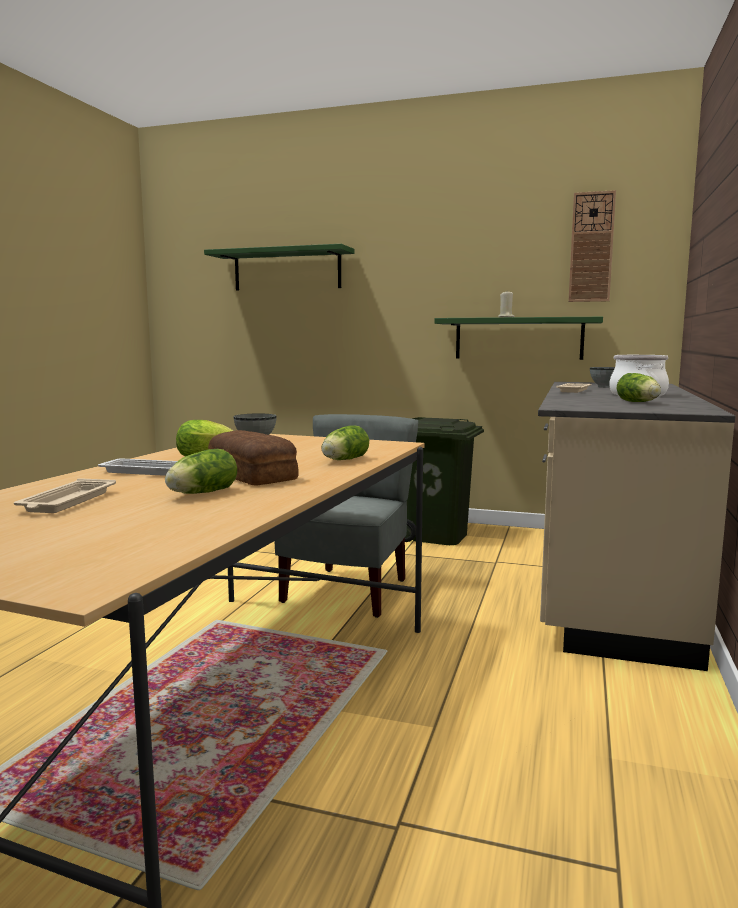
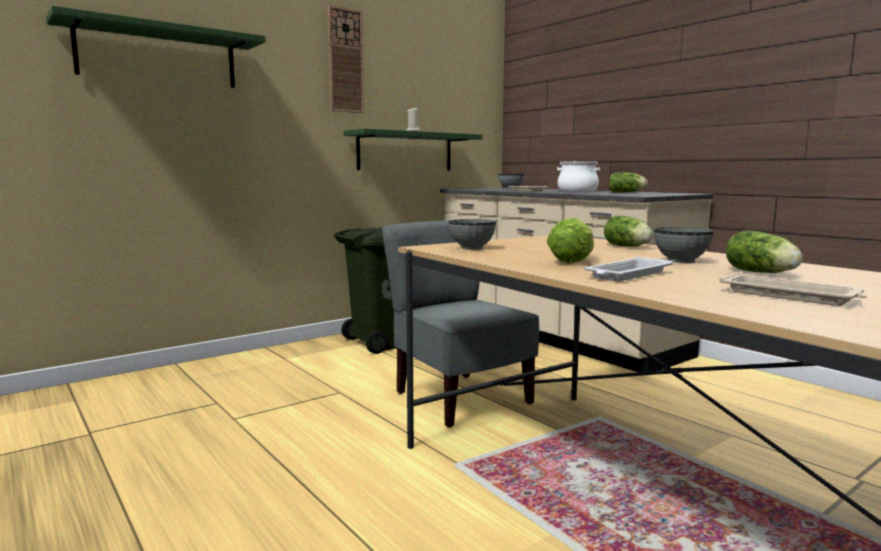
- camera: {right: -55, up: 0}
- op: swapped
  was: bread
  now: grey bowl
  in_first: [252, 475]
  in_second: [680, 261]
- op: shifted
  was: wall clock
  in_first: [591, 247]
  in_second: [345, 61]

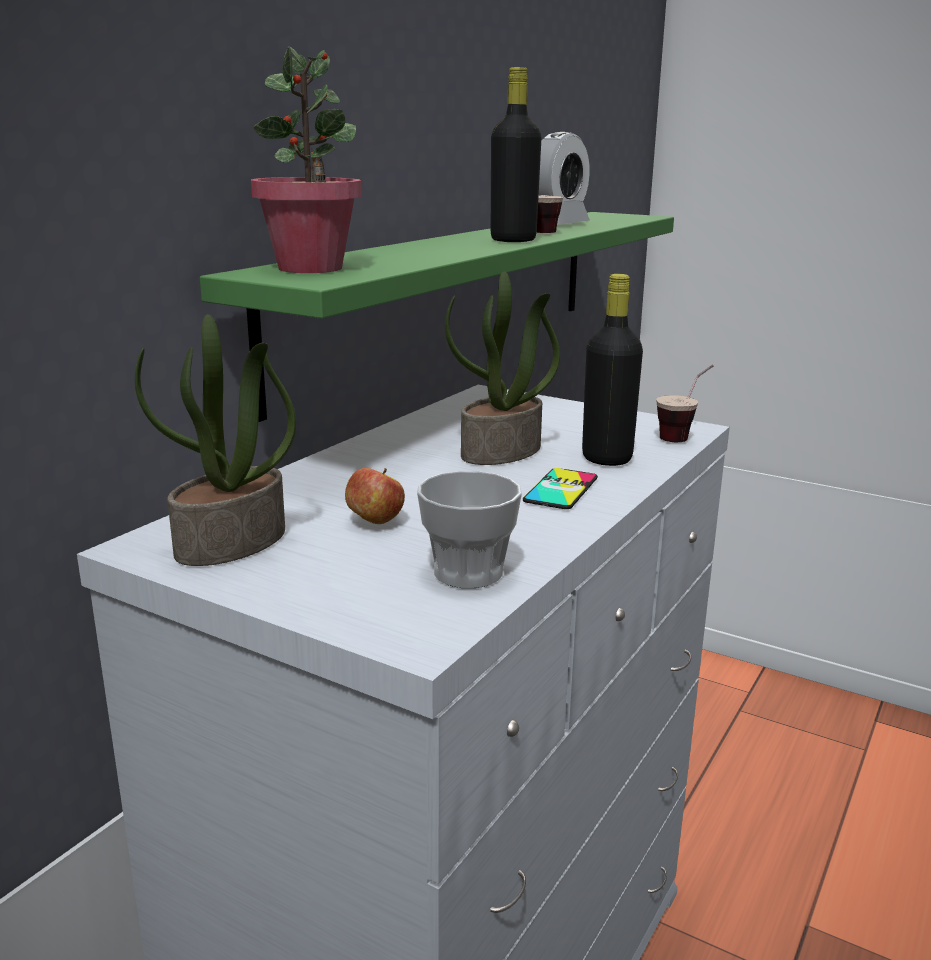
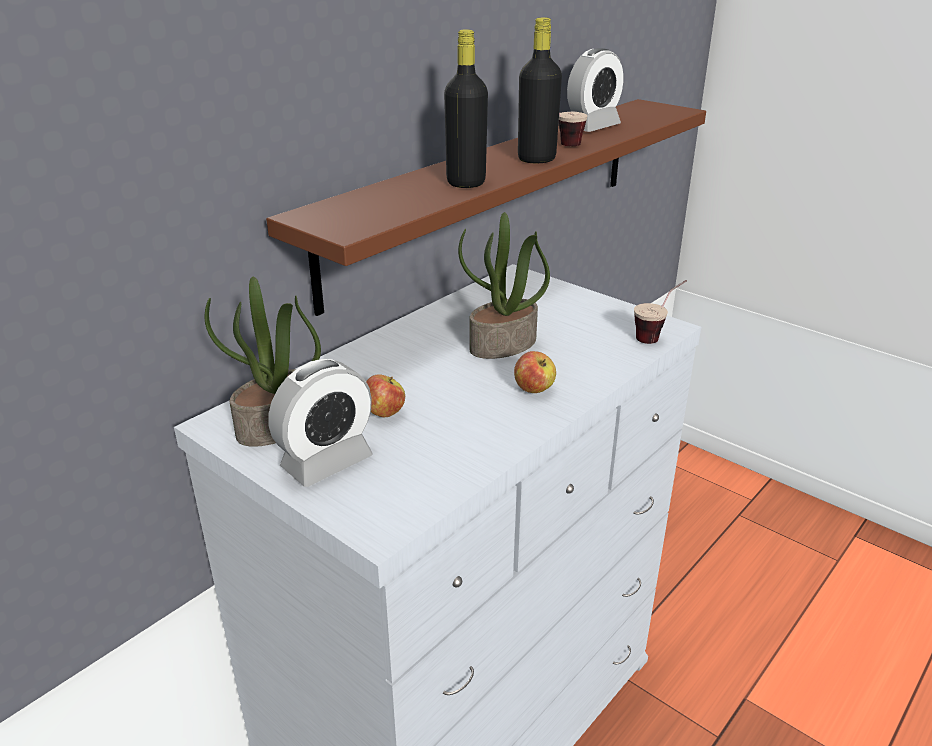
- camera: {right: 10, up: 10}
- op: repainted
  was: green shelf
  now: brown shelf
  in_first: [451, 294]
  in_second: [492, 193]
- op: gone
  was: potted plant
  in_first: [311, 268]
- op: gone
  was: cup
  in_first: [468, 572]
- op: swapped
  was: phone
  now: apple
  in_first: [561, 489]
  in_second: [534, 389]
- op: shifted
  was: black bottle
  in_first: [606, 458]
  in_second: [466, 182]
- op: new
  now: alarm clock
  in_second: [327, 462]

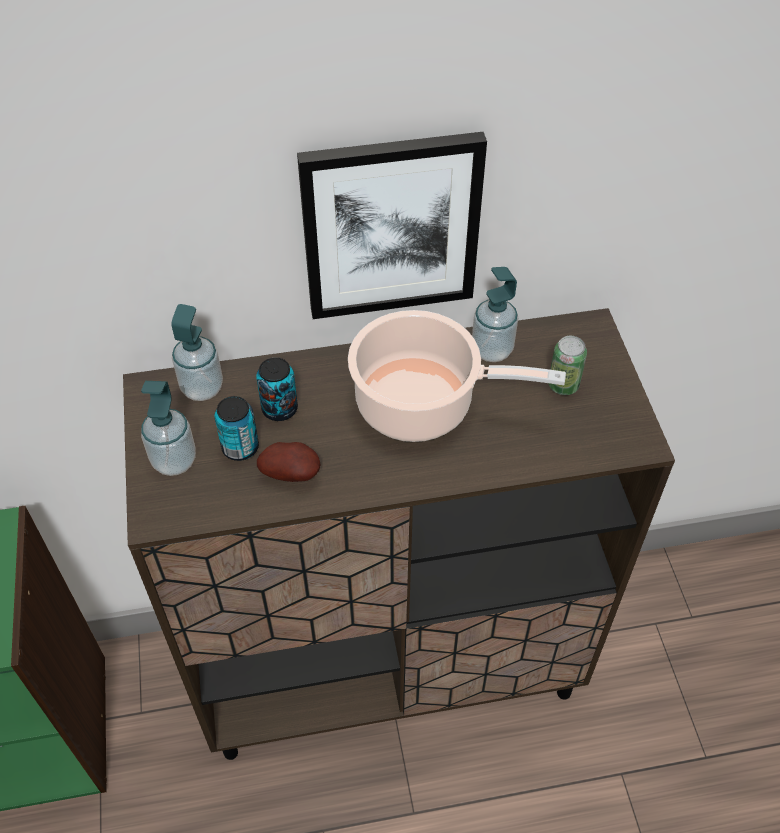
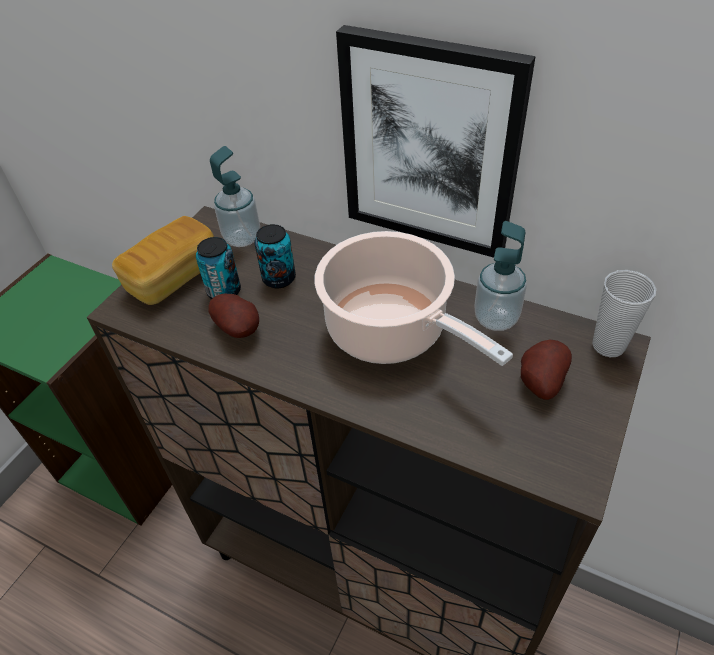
- camera: {right: 40, up: -5}
- op: swapped
  was: soap dispenser
  now: bread
  in_first: [174, 461]
  in_second: [173, 277]
- op: swapped
  was: can
  now: potato
  in_first: [563, 385]
  in_second: [539, 382]
- op: new
  now: cup
  in_second: [608, 345]

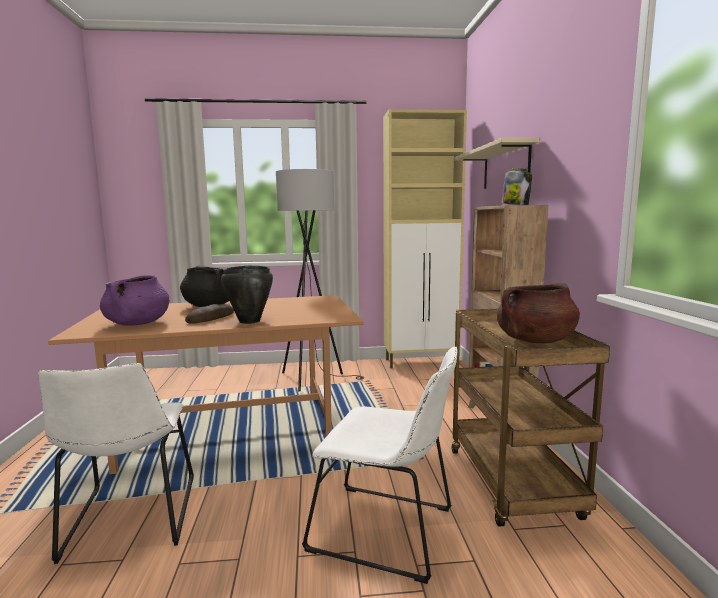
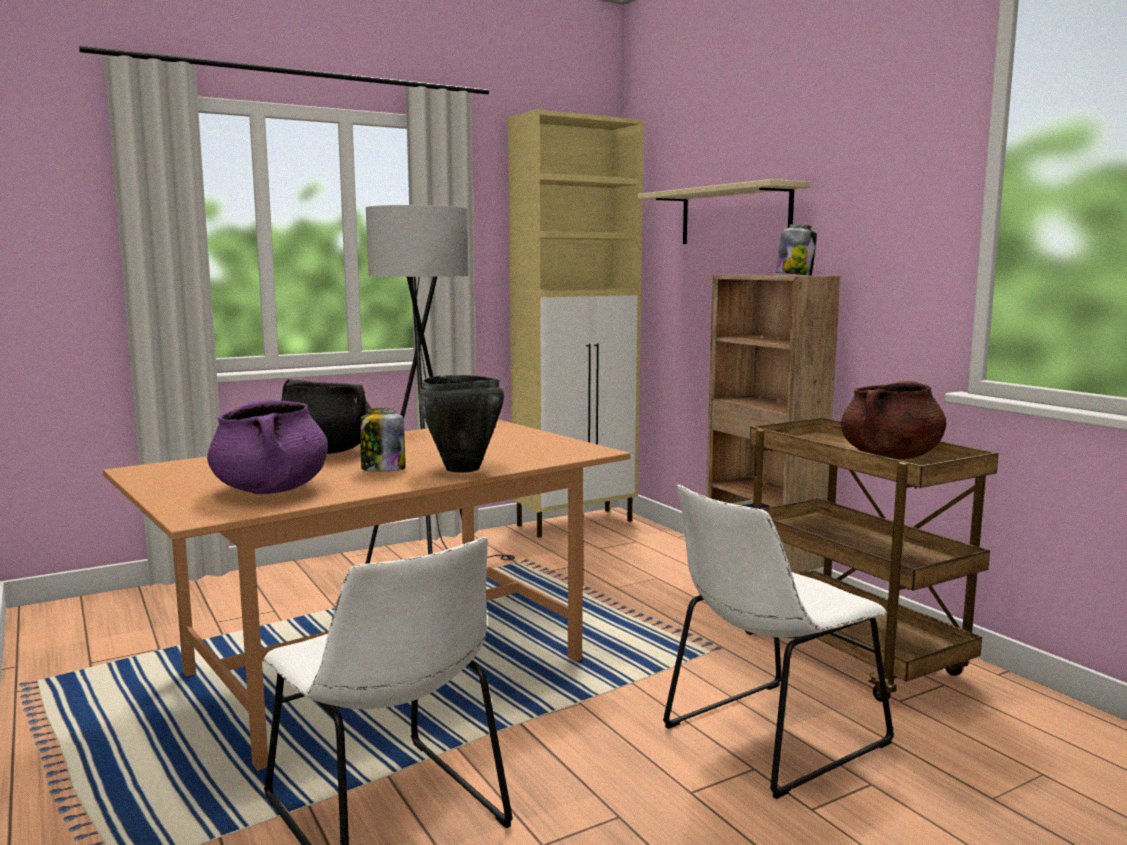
- camera: {right: -25, up: 0}
- op: swapped
  was: bread
  now: jar
  in_first: [210, 318]
  in_second: [382, 470]
- op: rotated
  was: white chair
  in_first: [388, 531]
  in_second: [768, 738]
  clockwise: 150

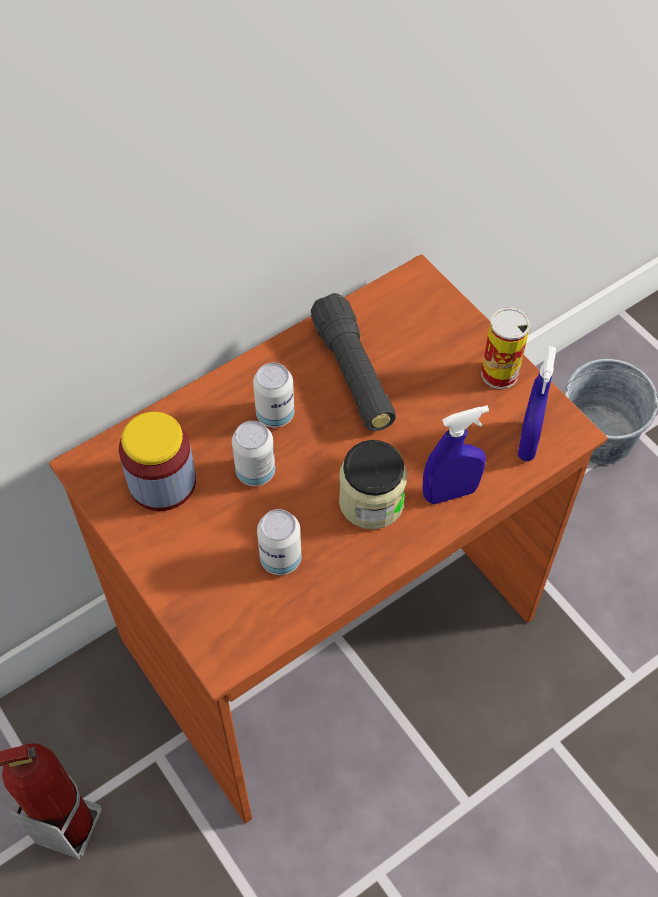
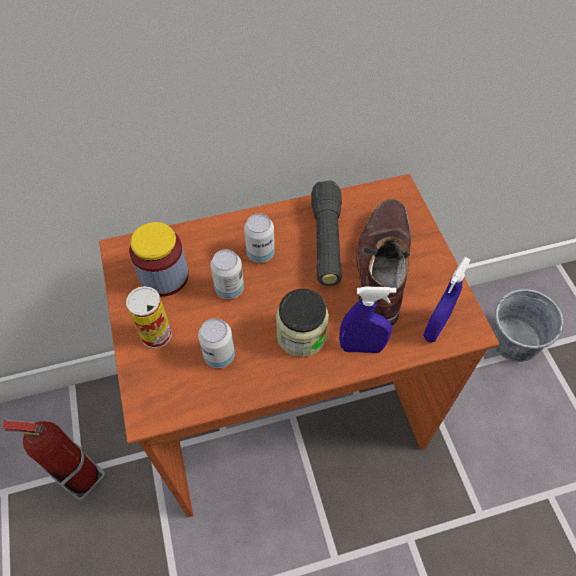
- camera: {right: 20, up: 0}
- op: shifted
  was: can
  in_first: [499, 373]
  in_second: [156, 335]
- op: new
  now: brown boot
  in_second: [381, 267]

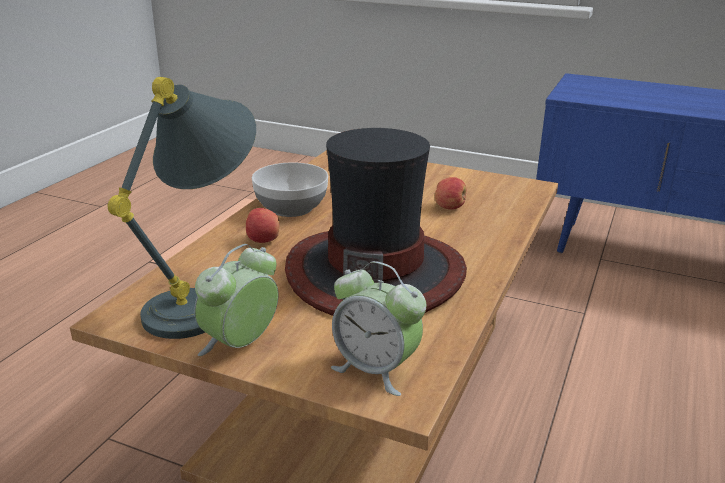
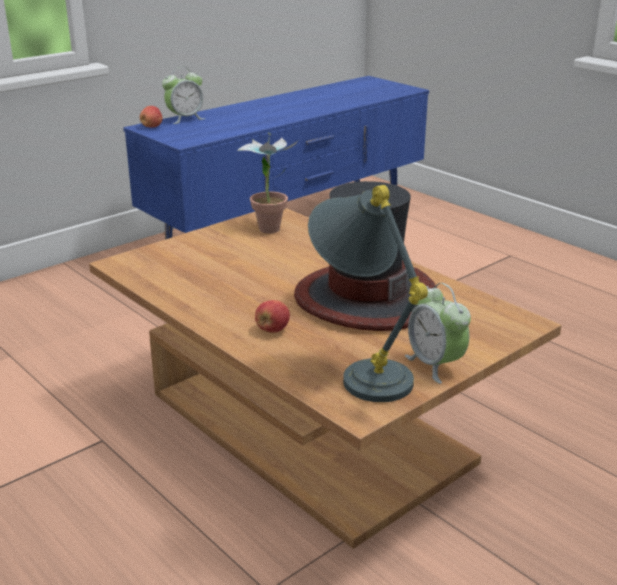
- camera: {right: -65, up: 0}
- op: gone
  was: bowl
  in_first: [290, 207]
- op: shifted
  was: alarm clock
  in_first: [376, 370]
  in_second: [185, 119]
- op: shifted
  was: apple
  in_first: [449, 207]
  in_second: [152, 127]
- op: new
  now: potted plant
  in_second: [270, 226]

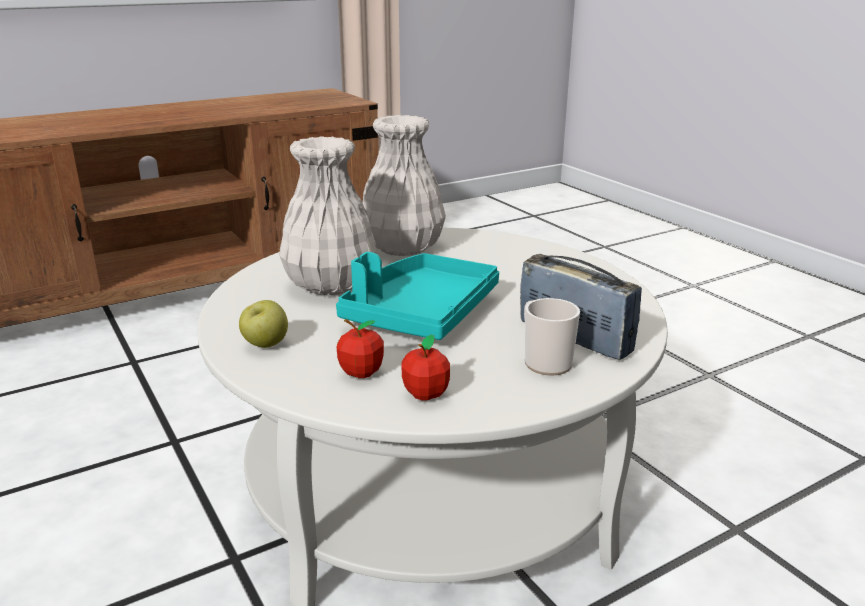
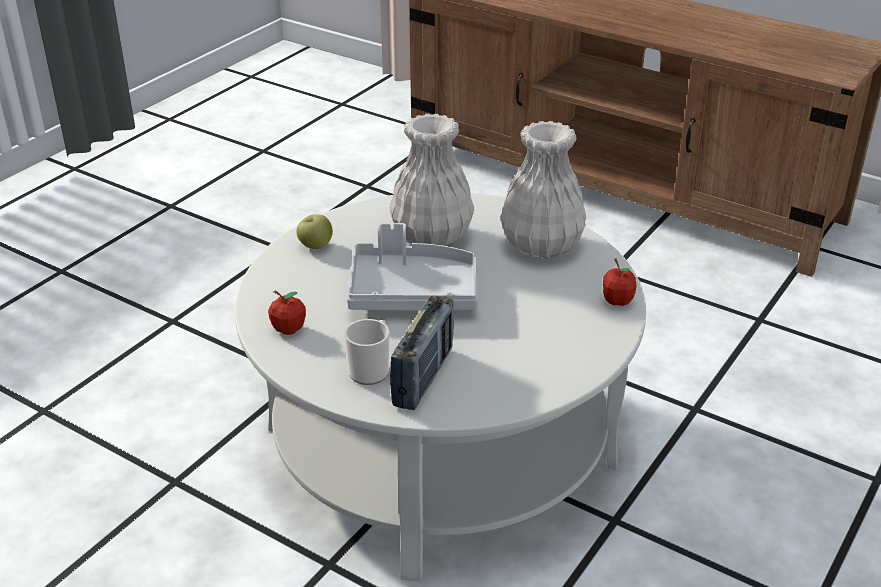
- camera: {right: 65, up: 10}
- op: repainted
  was: turquoise tray
  now: grey tray
  in_first: [420, 313]
  in_second: [412, 293]
- op: shifted
  was: apple
  in_first: [361, 373]
  in_second: [617, 301]

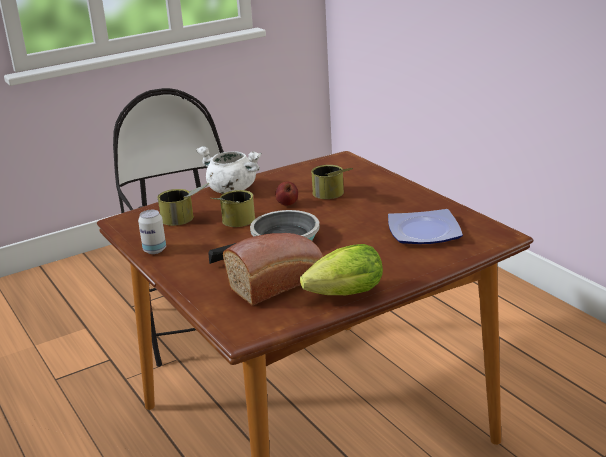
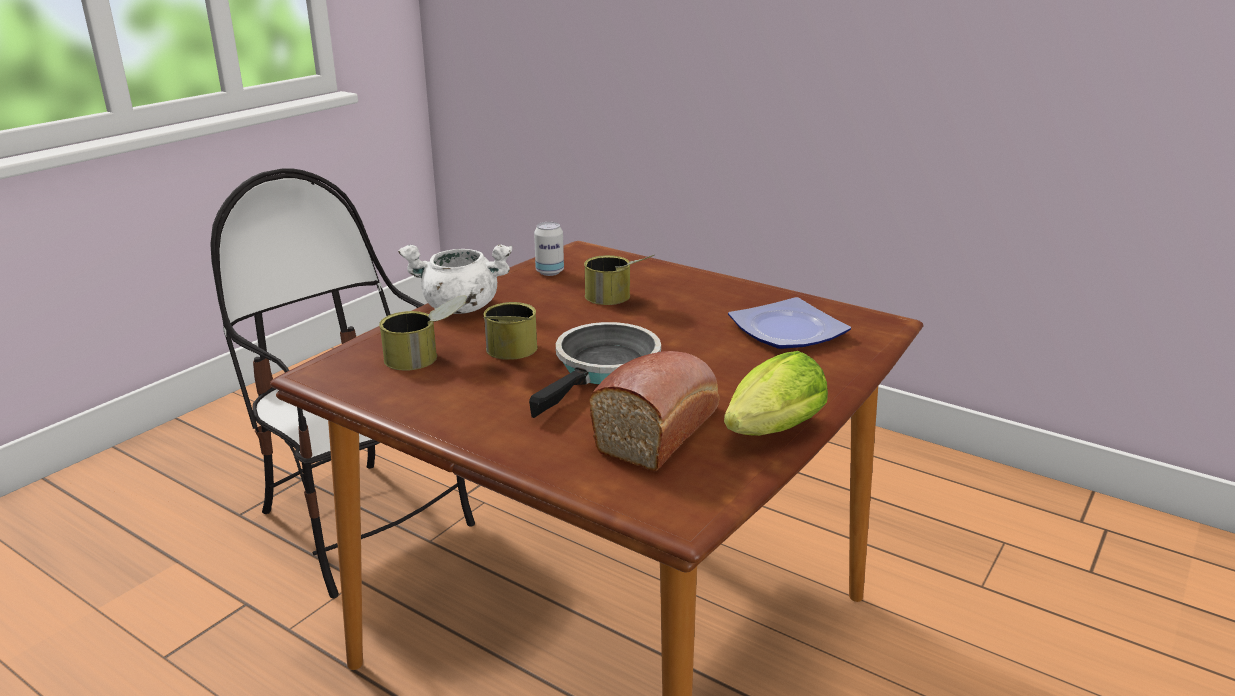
- camera: {right: -25, up: 0}
- op: shifted
  was: can
  in_first: [154, 250]
  in_second: [549, 272]
- op: gone
  was: apple
  in_first: [287, 204]

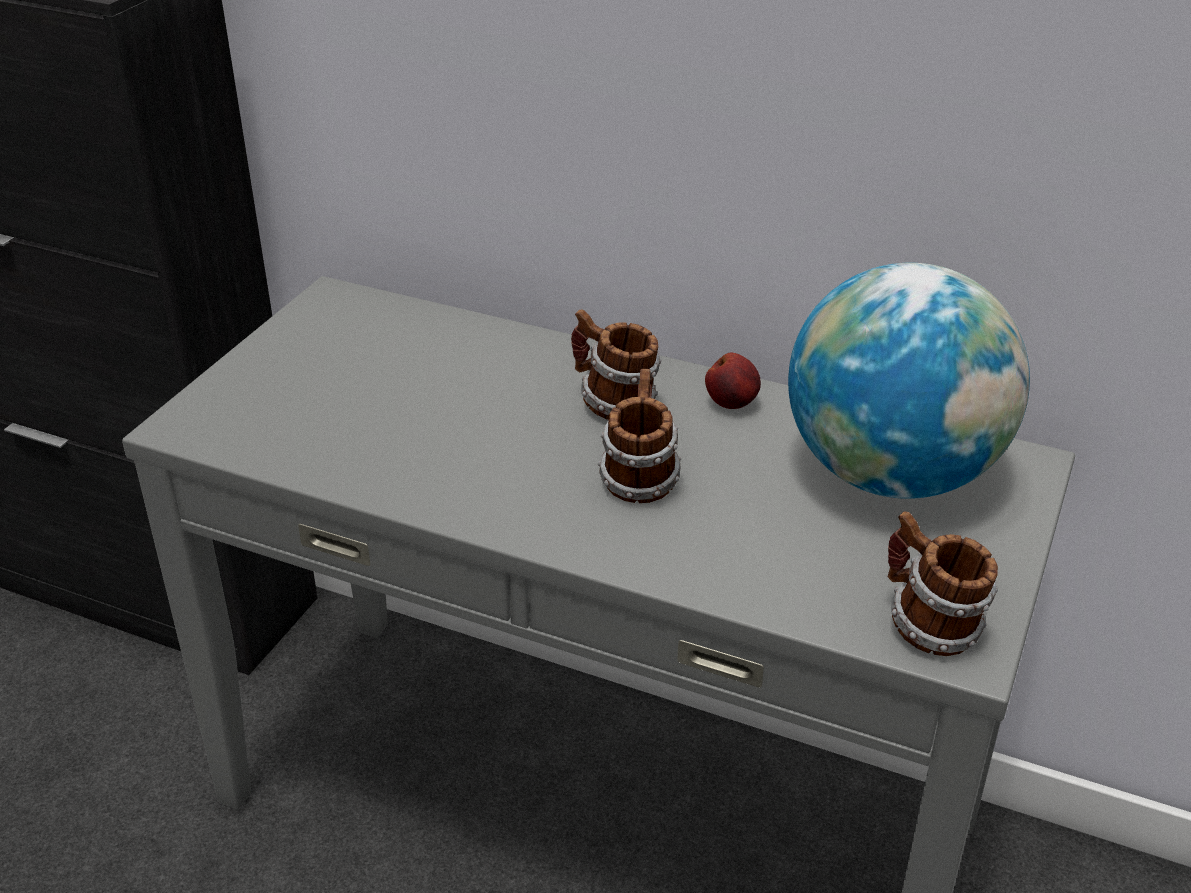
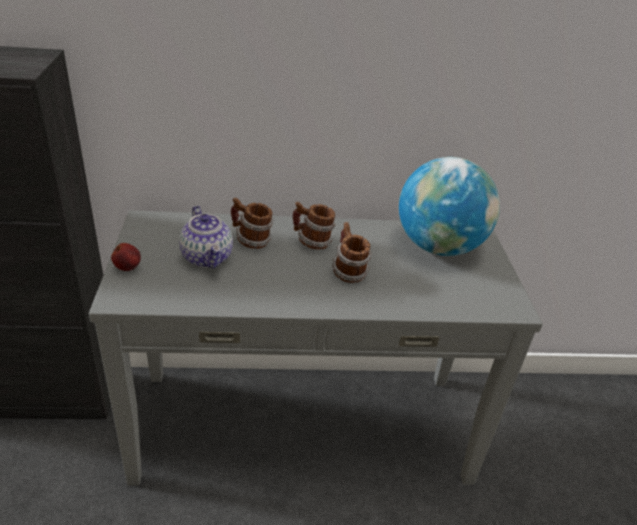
- camera: {right: -30, up: 0}
- op: shifted
  was: apple
  in_first: [732, 403]
  in_second: [128, 268]
- op: shifted
  was: mug
  in_first: [928, 627]
  in_second: [251, 241]
- op: new
  now: teapot
  in_second: [207, 257]

